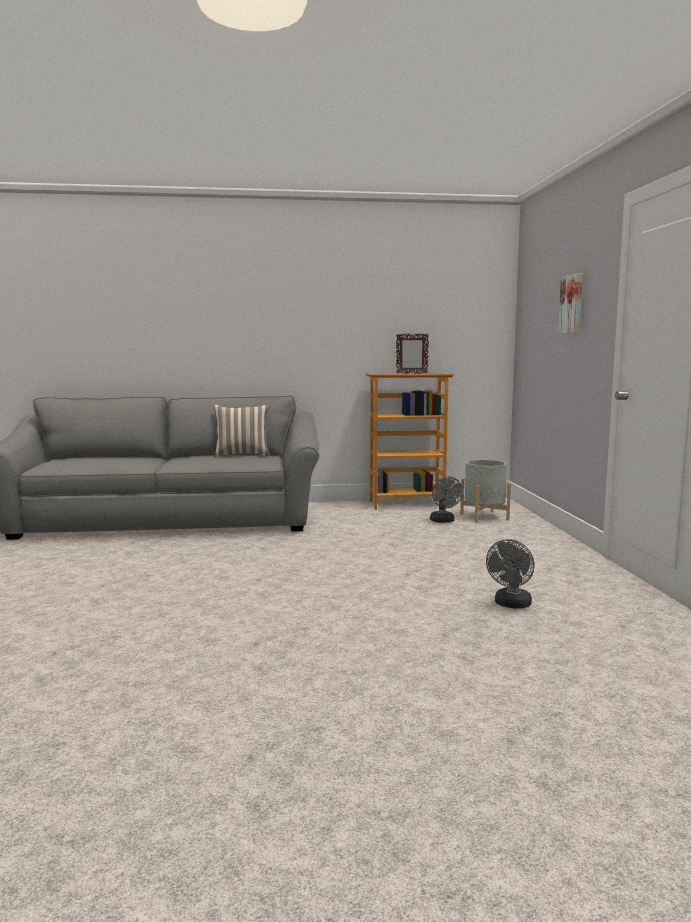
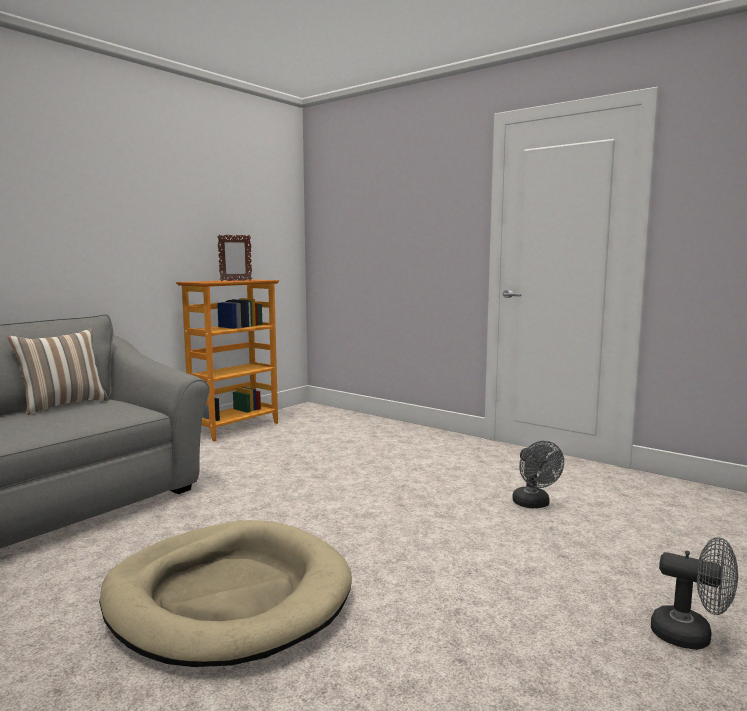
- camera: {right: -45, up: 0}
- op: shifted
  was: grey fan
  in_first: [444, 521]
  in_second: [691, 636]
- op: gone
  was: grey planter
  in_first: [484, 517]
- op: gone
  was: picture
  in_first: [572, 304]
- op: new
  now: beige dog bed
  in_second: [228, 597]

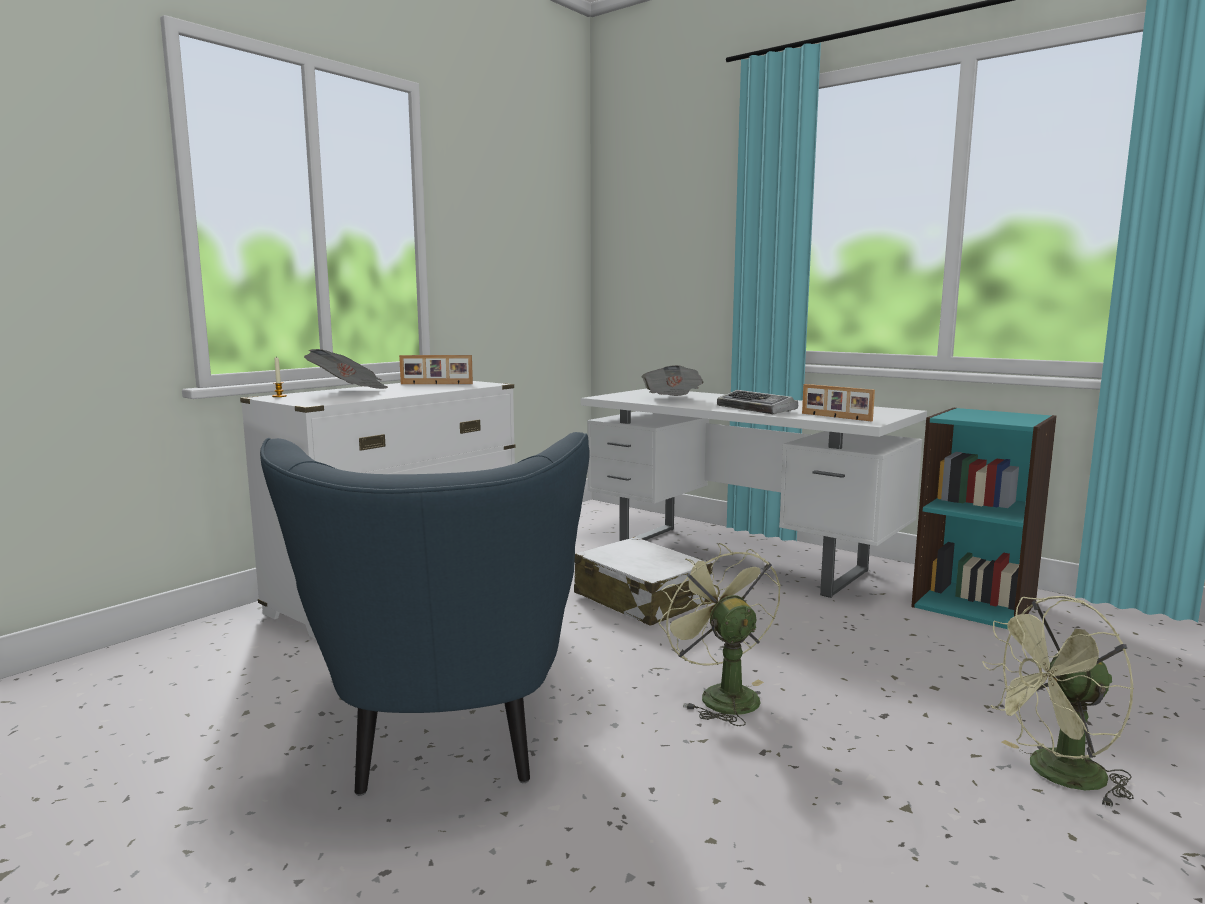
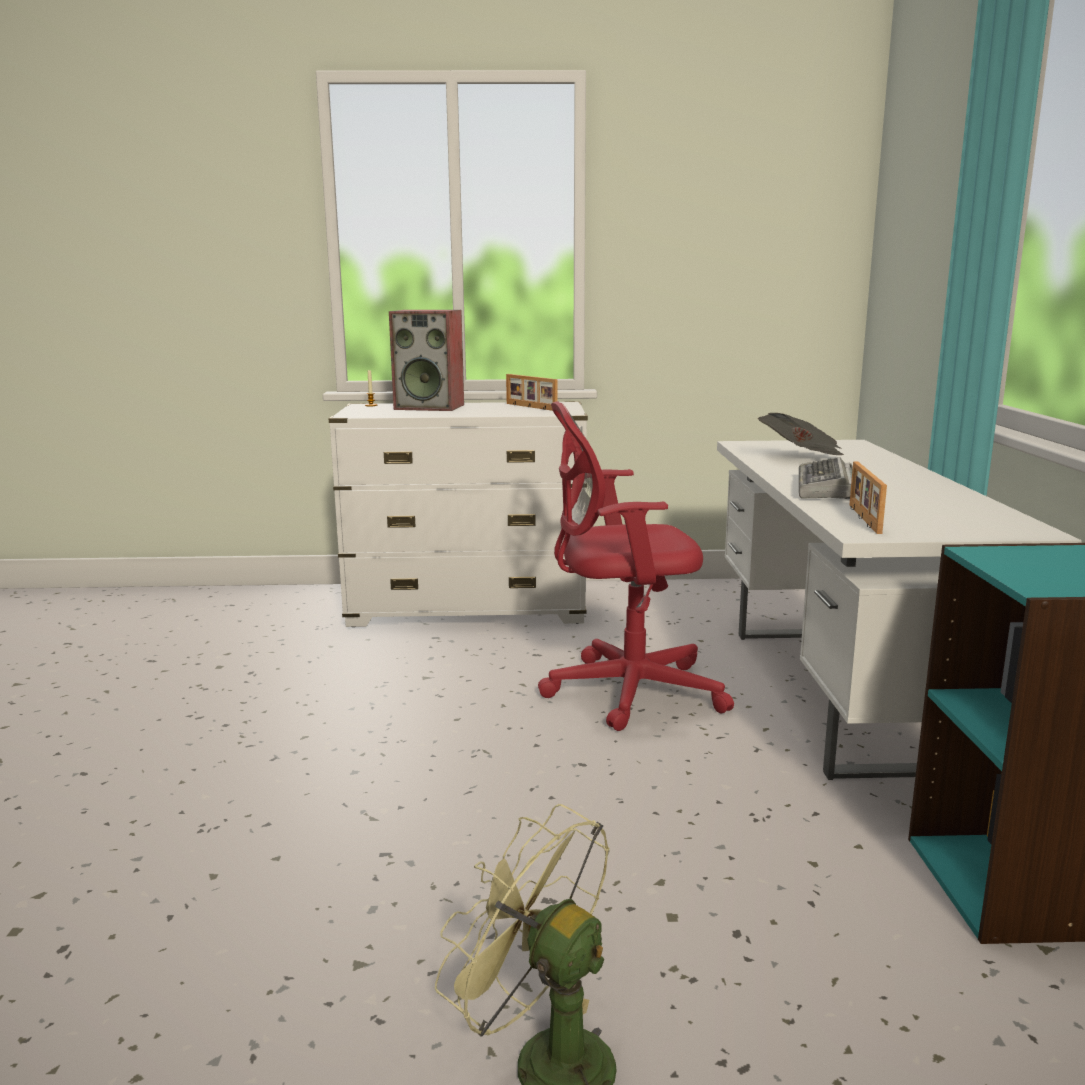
- camera: {right: 50, up: 5}
- op: gone
  was: blue armchair
  in_first: [448, 740]
- op: swapped
  was: newspaper
  now: speaker
  in_first: [349, 391]
  in_second: [430, 407]
- op: swapped
  was: white suitcase
  now: red office chair
  in_first: [641, 599]
  in_second: [624, 691]
- op: gone
  was: green fan
  in_first: [720, 695]

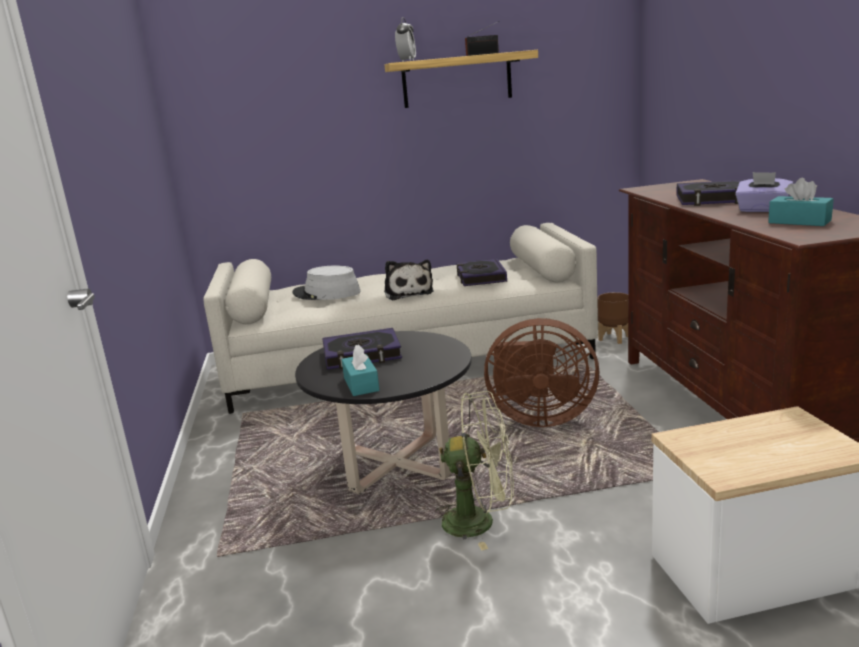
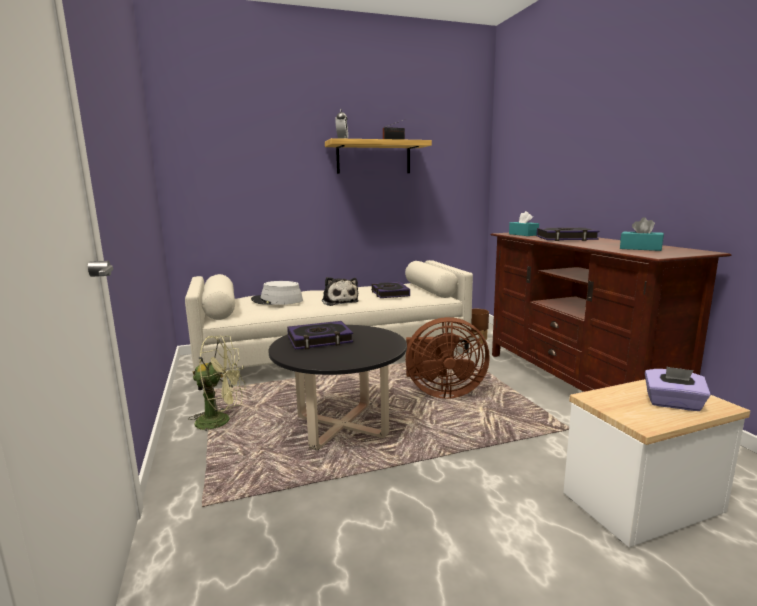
- camera: {right: -10, up: -5}
- op: shifted
  was: turquoise tissue box
  in_first: [361, 384]
  in_second: [523, 234]
- op: shifted
  was: green fan
  in_first: [480, 521]
  in_second: [221, 421]
- op: shifted
  was: purple tissue box
  in_first: [762, 210]
  in_second: [673, 404]

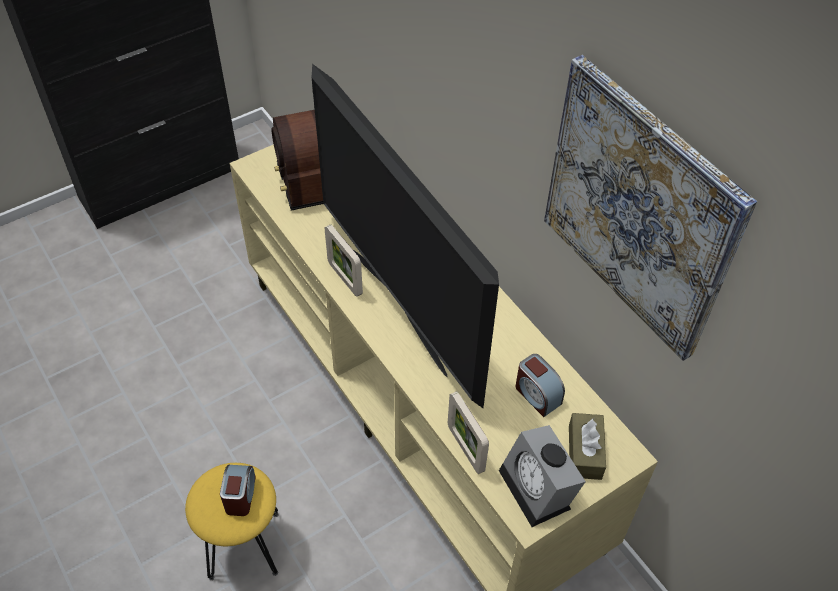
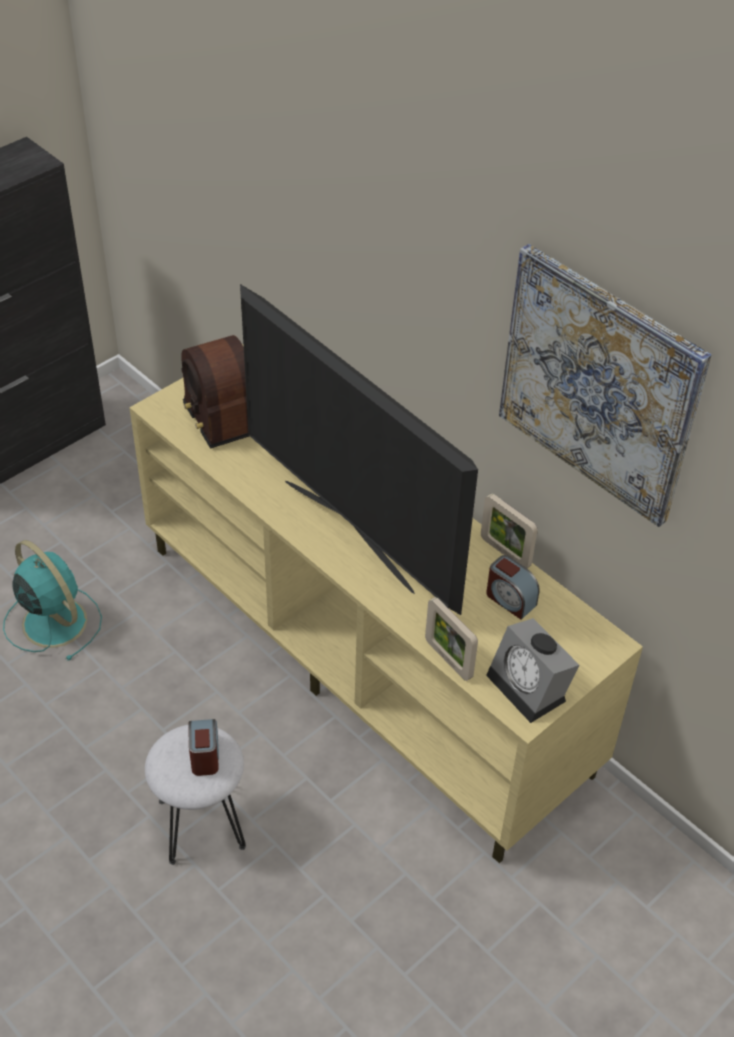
- camera: {right: -10, up: -5}
- op: repainted
  was: yellow stool
  now: white stool
  in_first: [244, 546]
  in_second: [201, 824]
- op: shifted
  was: picture frame
  in_first: [345, 279]
  in_second: [505, 552]
- op: gone
  was: brown tissue box
  in_first: [584, 452]
- op: new
  now: turquoise fan
  in_second: [53, 620]

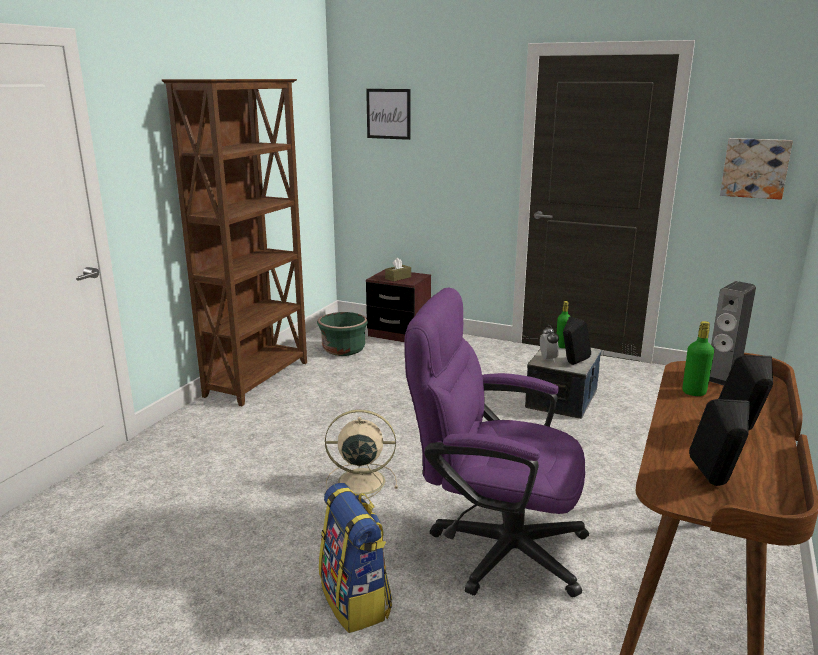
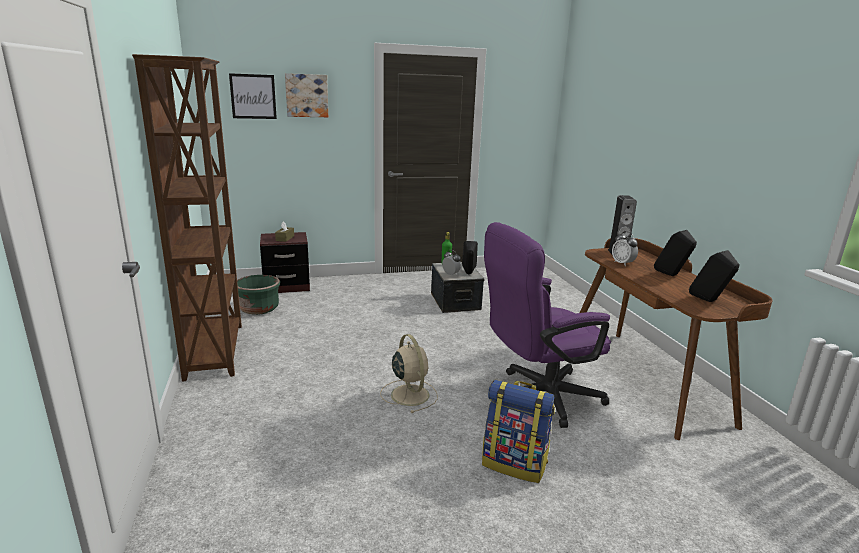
- camera: {right: -40, up: 0}
- op: rotated
  was: beige fan
  in_first: [359, 481]
  in_second: [409, 394]
  clockwise: 105
- op: swapped
  was: green bottle
  now: alarm clock
  in_first: [694, 392]
  in_second: [622, 263]
- op: shifted
  was: picture
  in_first: [755, 168]
  in_second: [306, 95]

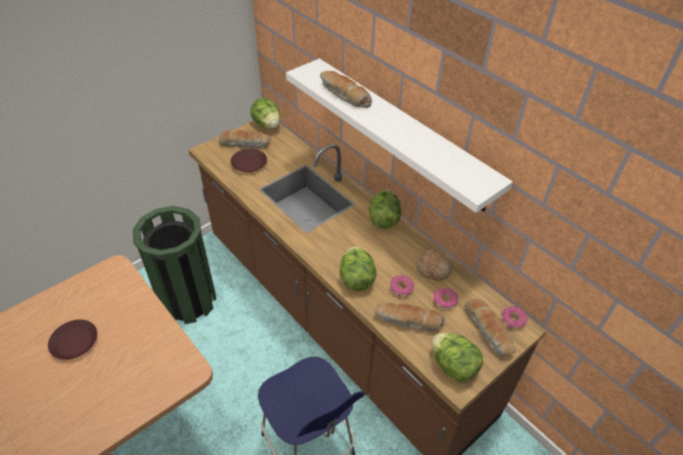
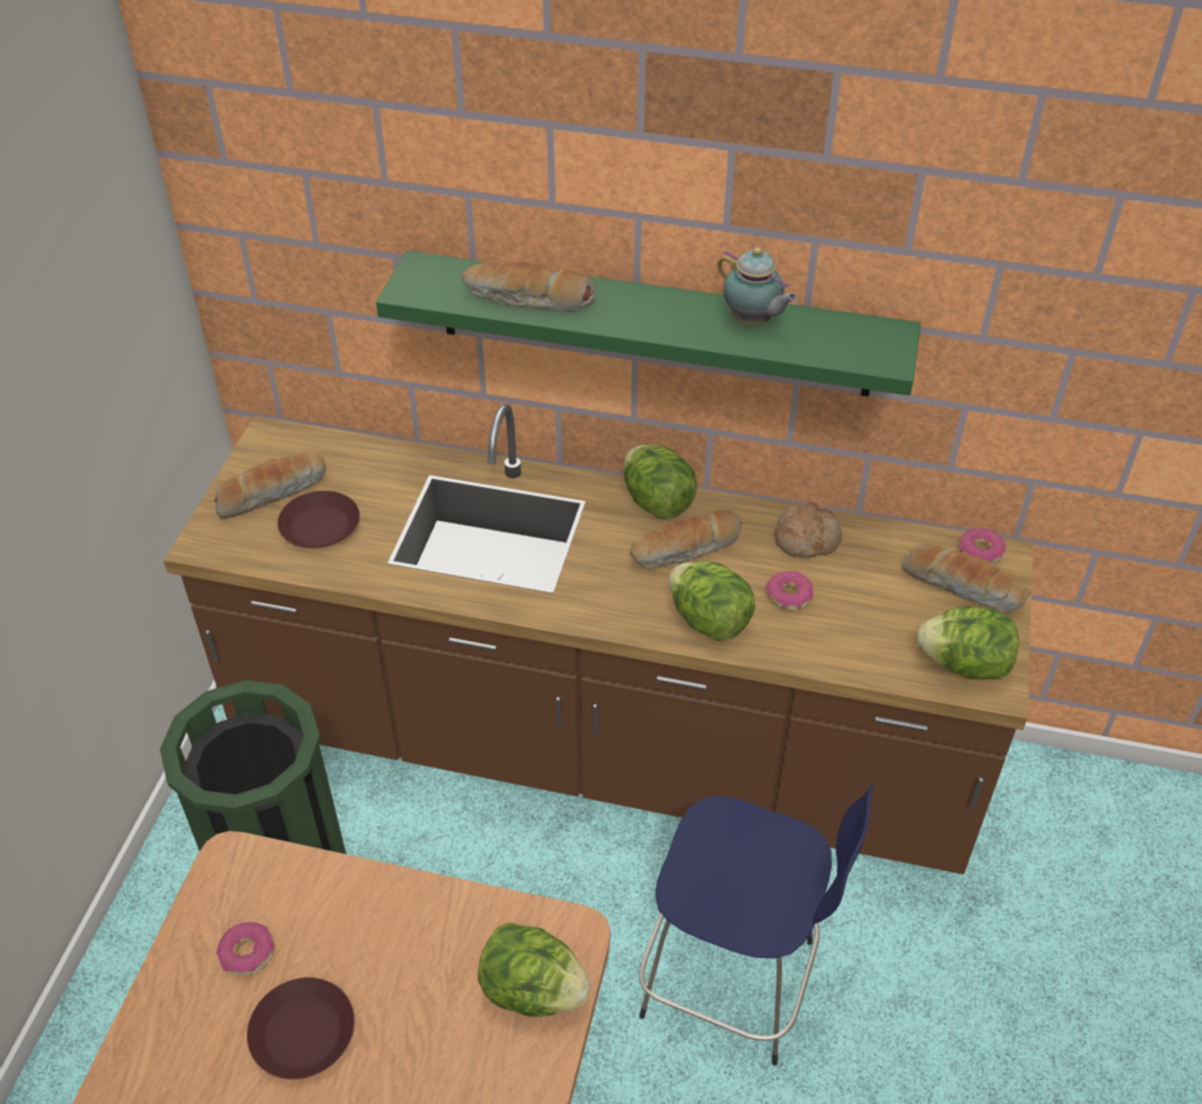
- camera: {right: -35, up: 0}
- op: shifted
  was: lettuce
  in_first: [267, 125]
  in_second: [532, 990]
- op: repainted
  was: white shelf
  now: green shelf
  in_first: [401, 132]
  in_second: [654, 324]
- op: shifted
  was: bread
  in_first: [408, 321]
  in_second: [686, 550]
- op: shifted
  was: donut
  in_first: [444, 301]
  in_second: [247, 954]
- op: new
  now: teapot
  in_second: [752, 322]

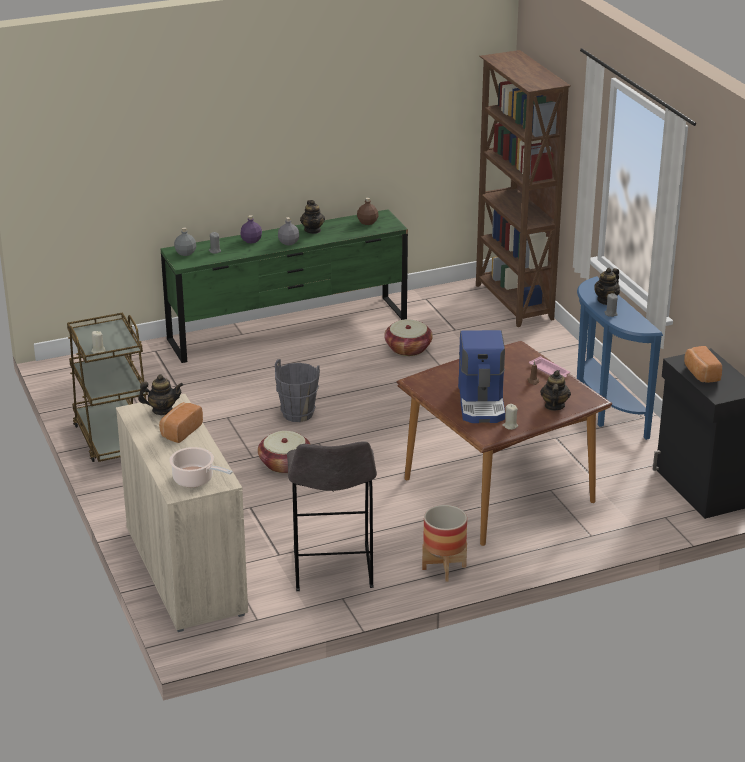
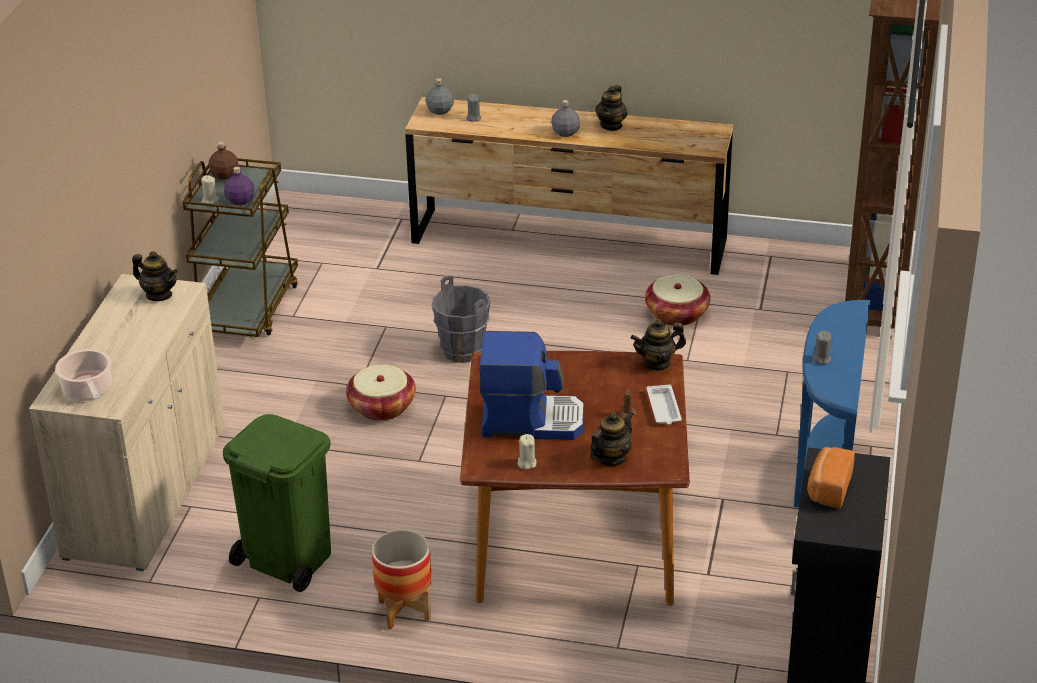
- camera: {right: 35, up: 5}
- op: gone
  was: bread
  in_first: [180, 431]
- op: repainted
  was: green dresser
  now: brown dresser
  in_first: [288, 329]
  in_second: [568, 241]
- op: shifted
  was: purple bottle
  in_first: [251, 240]
  in_second: [240, 200]
- op: swapped
  was: grey stool
  now: green trash can
  in_first: [332, 570]
  in_second: [287, 558]
- op: shifted
  was: brown bottle
  in_first: [367, 222]
  in_second: [224, 175]
- op: rotated
  was: coffee machine
  in_first: [482, 403]
  in_second: [531, 420]
  clockwise: -120
- op: repainted
  was: pink tray
  now: white tray
  in_first: [549, 371]
  in_second: [664, 409]
- op: shifted
  was: teapot
  in_first: [606, 300]
  in_second: [657, 363]

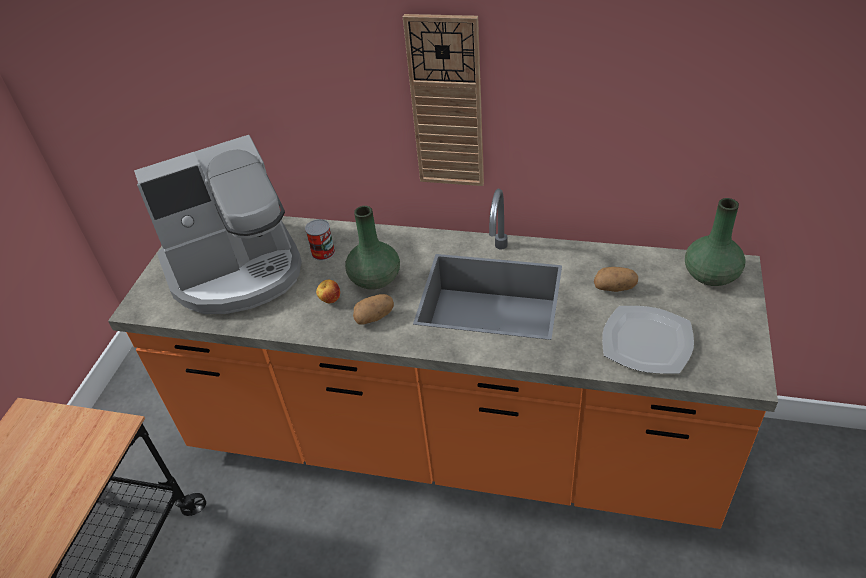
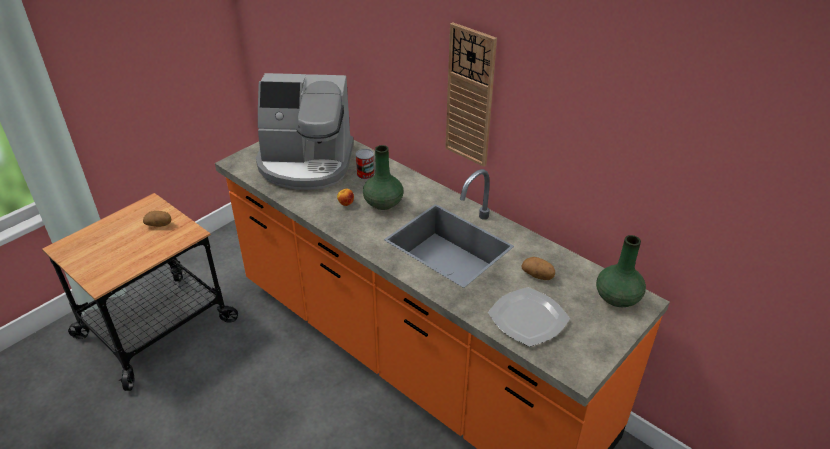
- camera: {right: 25, up: -5}
- op: shifted
  was: potato
  in_first: [374, 317]
  in_second: [159, 224]

